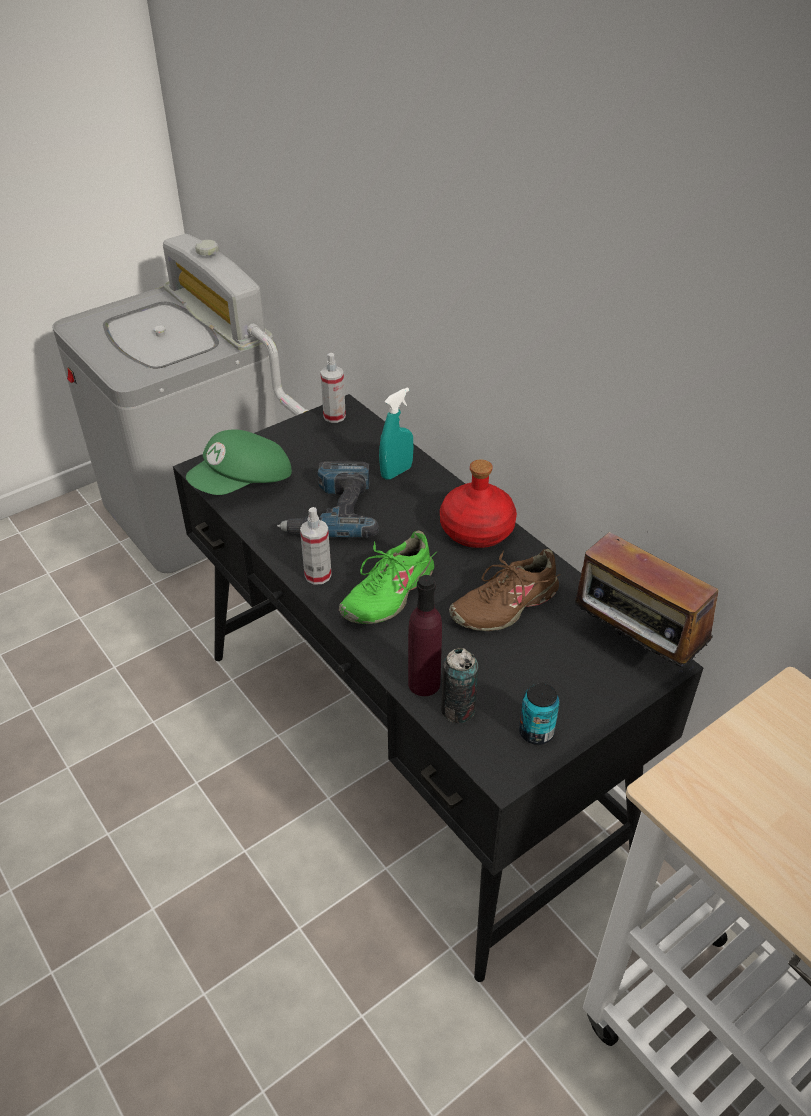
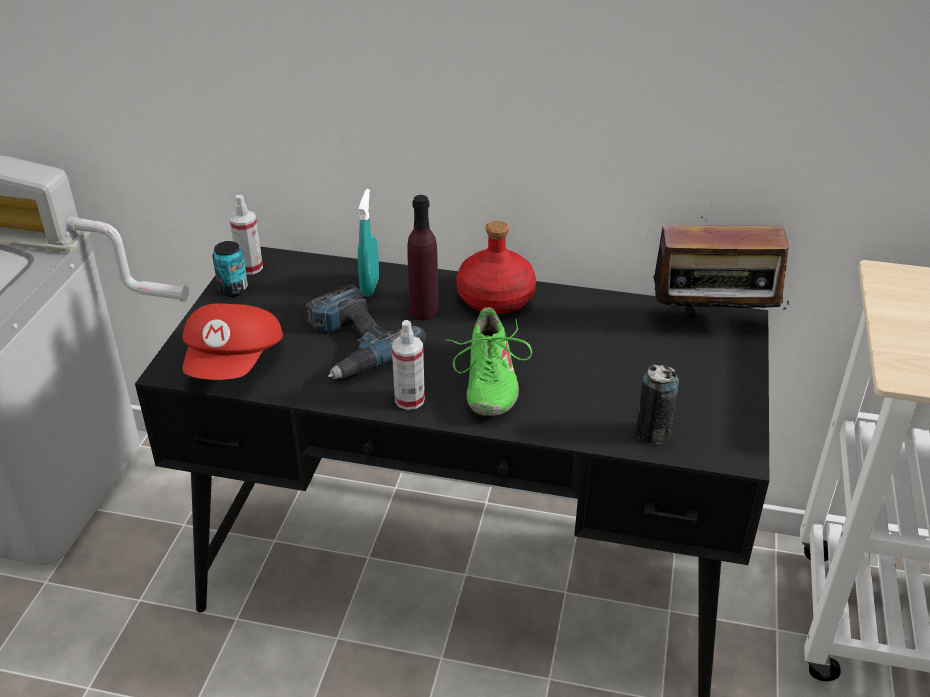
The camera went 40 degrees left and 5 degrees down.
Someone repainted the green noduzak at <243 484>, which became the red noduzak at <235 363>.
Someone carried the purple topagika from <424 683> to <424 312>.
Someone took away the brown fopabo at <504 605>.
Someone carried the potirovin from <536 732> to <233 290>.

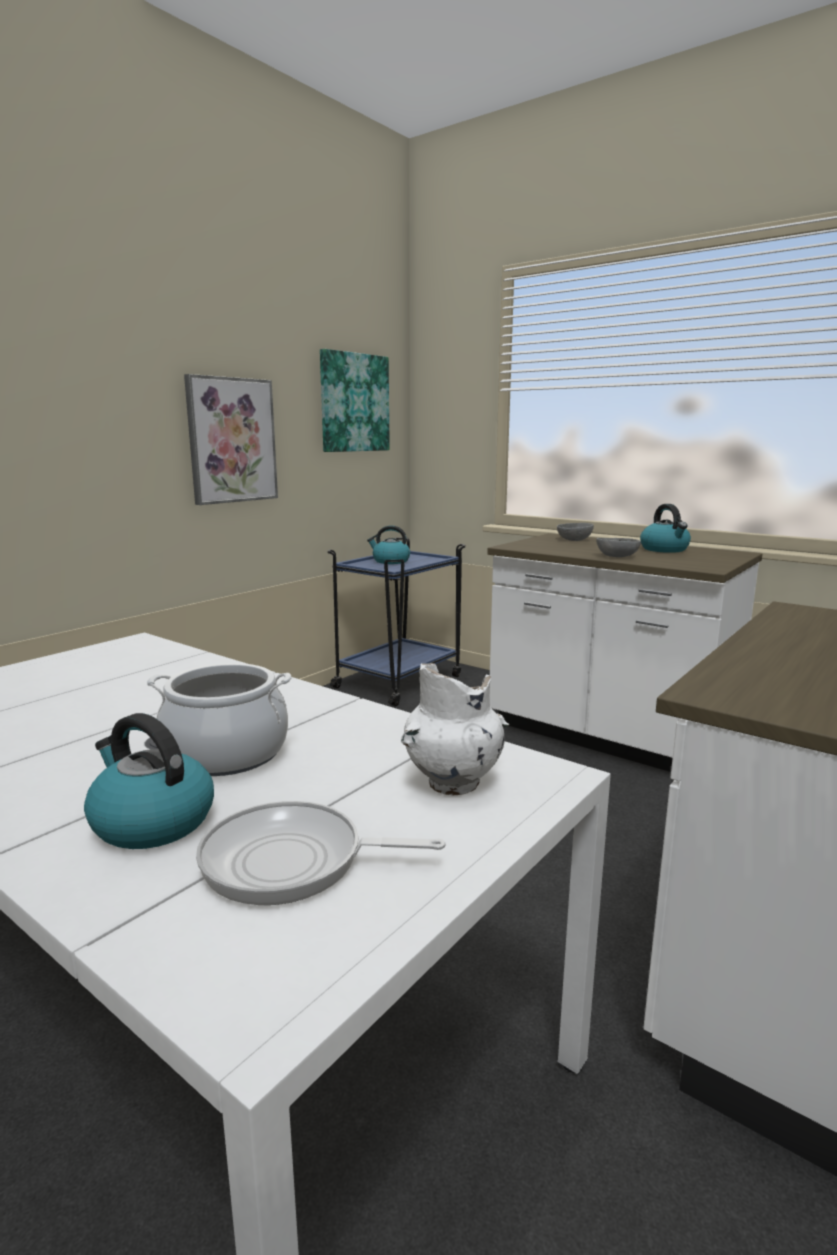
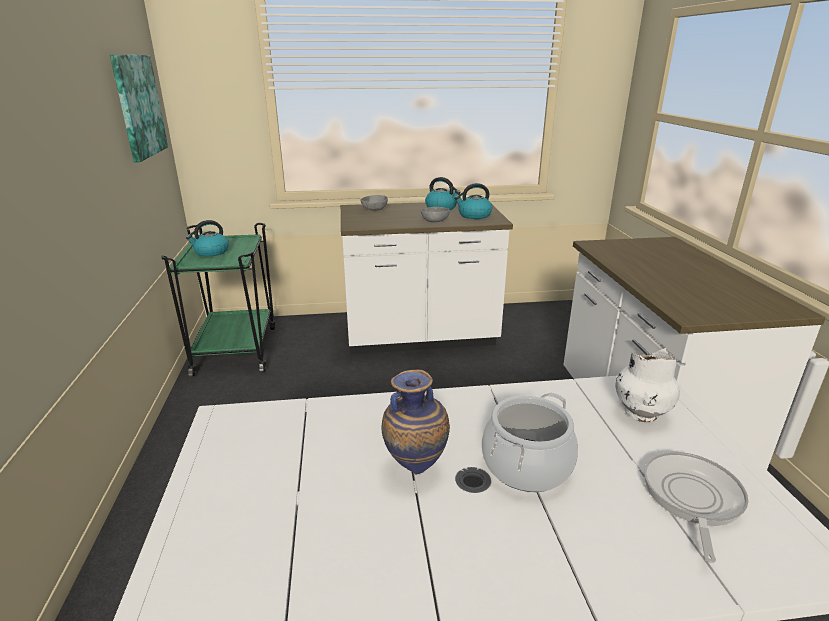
The camera went 45 degrees left and 10 degrees up.
Someone carried the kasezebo from <151 822> to <474 215>.
Someone took away the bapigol at <231 440>.
Someone rotated the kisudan at <292 862> by 150 degrees clockwise.
Someone repainted the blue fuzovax at <399 681>, which became the green fuzovax at <236 349>.
Someone put down the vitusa at <415 467>.

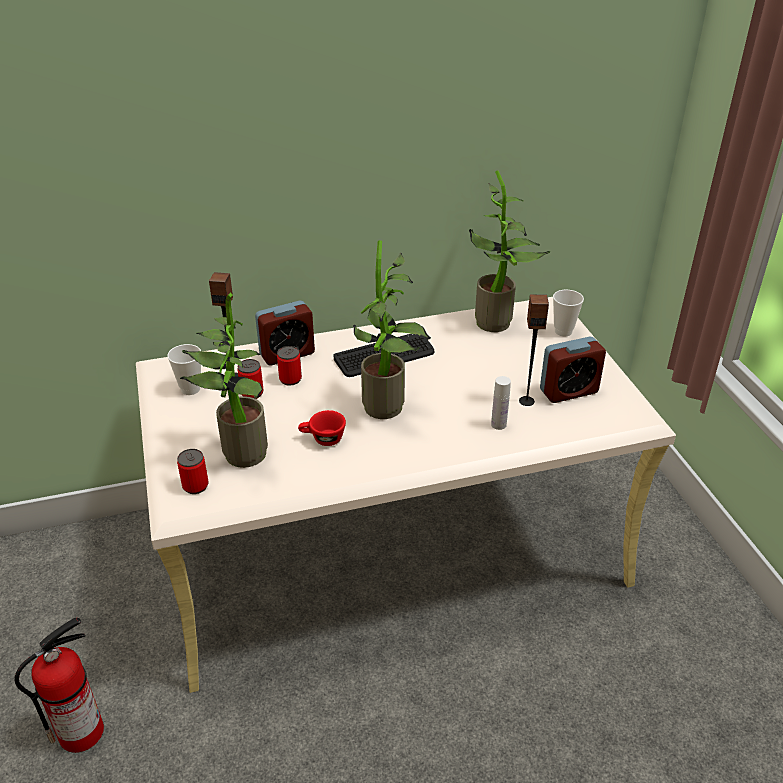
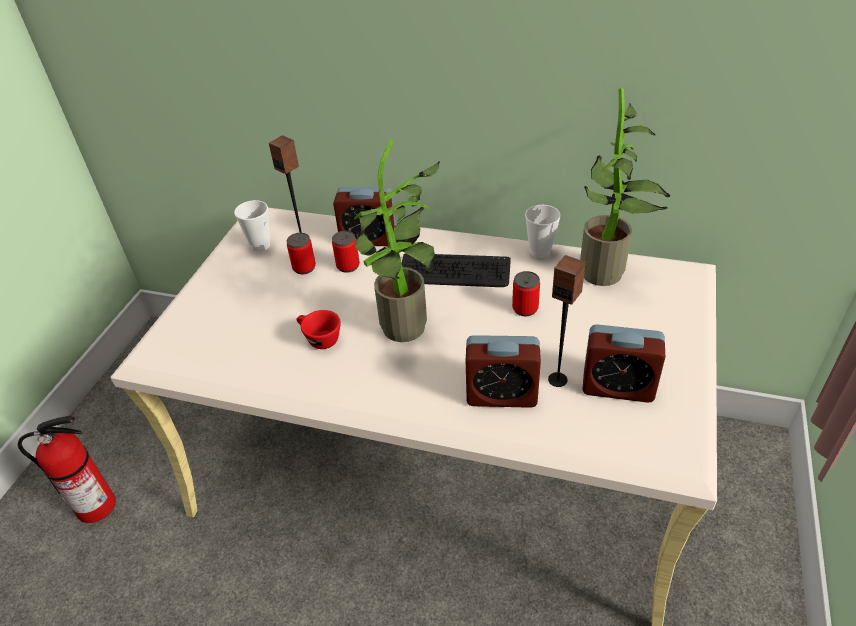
The camera went 35 degrees right and 5 degrees up.
Someone carried the potirovin from <195 486> to <525 308>.
Someone took away the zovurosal at <238 454>.
Someone swapped the white topagika at <498 424> for the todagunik at <501 395>.
Someone carried the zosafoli from <563 331> to <540 252>.

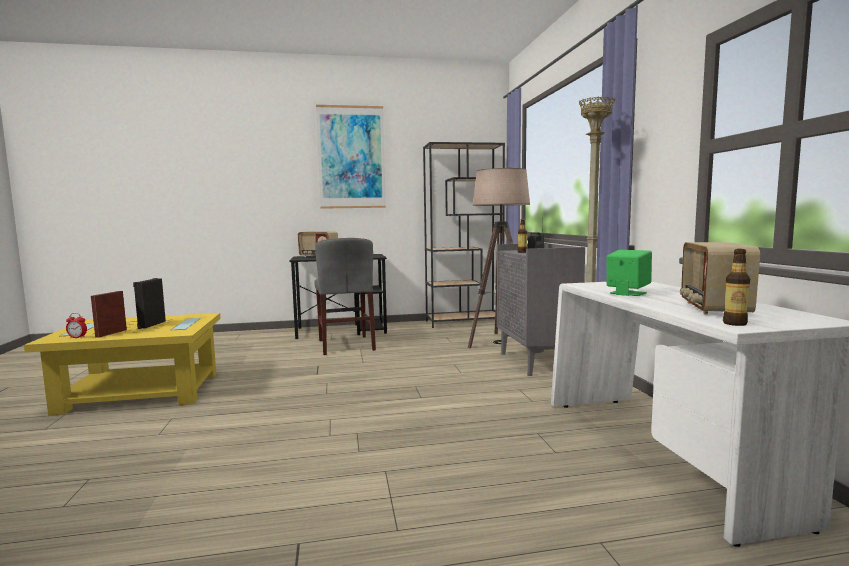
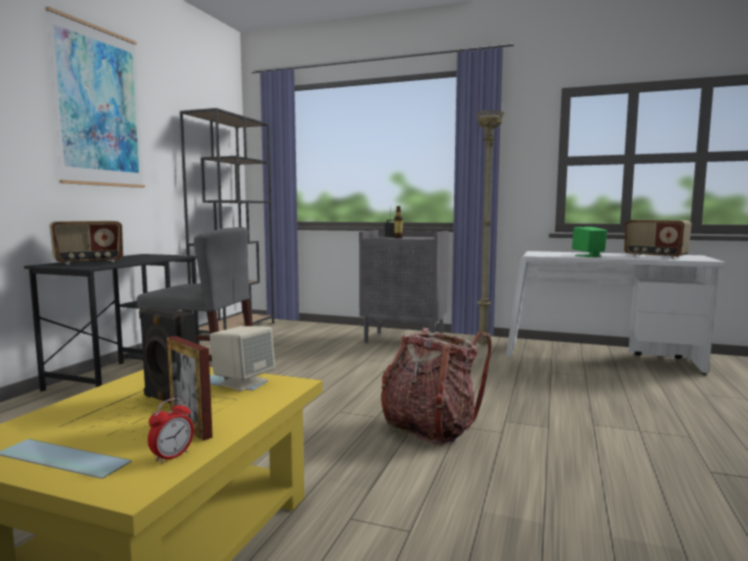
The camera went 60 degrees left and 0 degrees up.
Someone took away the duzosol at <500 342>.
Someone took away the topagika at <735 323>.
Someone put down the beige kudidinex at <243 382>.
Someone put down the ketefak at <430 427>.

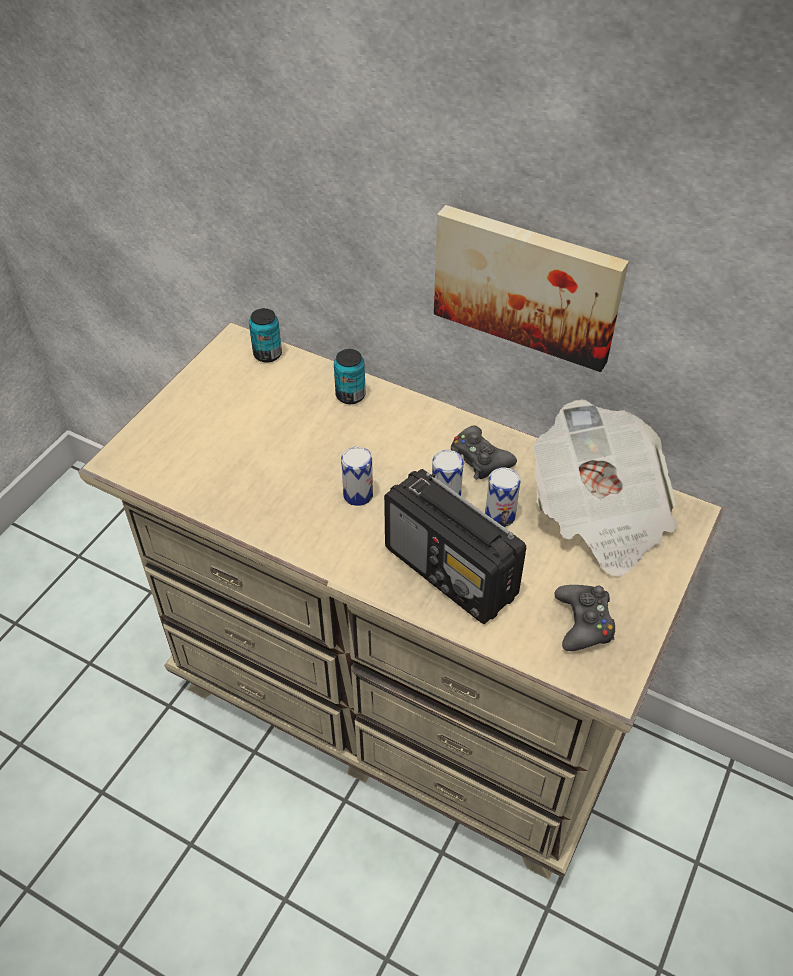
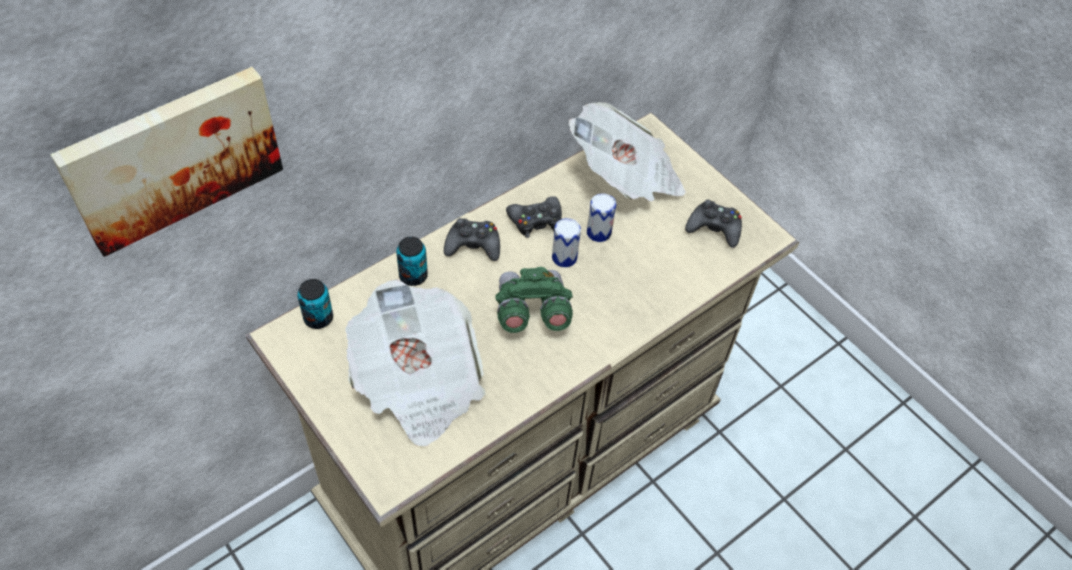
The camera went 70 degrees left and 5 degrees up.
Someone swapped the potirovin at <358 495> for the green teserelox at <531 312>.
Someone took away the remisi at <451 573>.
Someone carried the bapigol from <527 284> to <172 156>.
Someone put down the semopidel at <418 382>.
Someone put down the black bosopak at <473 245>.

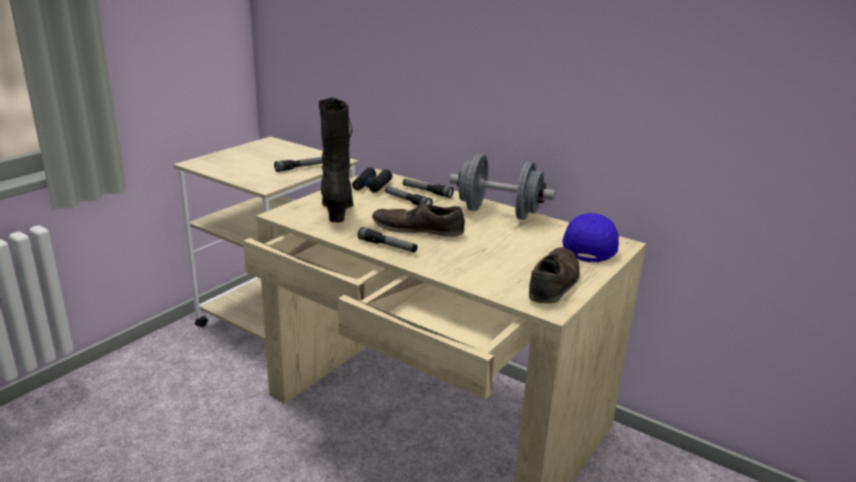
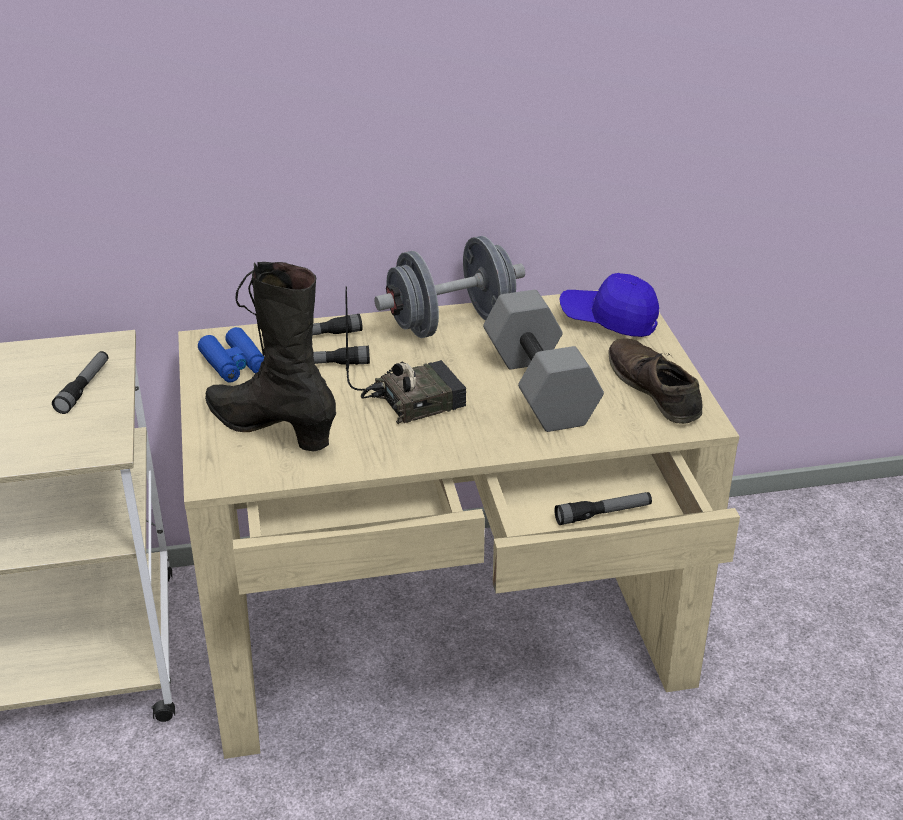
The camera went 45 degrees left and 10 degrees up.
Someone repainted the black teserelox at <372 186>, which became the blue teserelox at <234 364>.
Someone carried the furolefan from <387 246> to <603 514>.
Someone swapped the brown fopabo at <418 229> for the remisi at <414 400>.
Someone rotated the blue noduzak at <590 247> by 45 degrees counterclockwise.
Someone put down the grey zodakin at <542 387>.

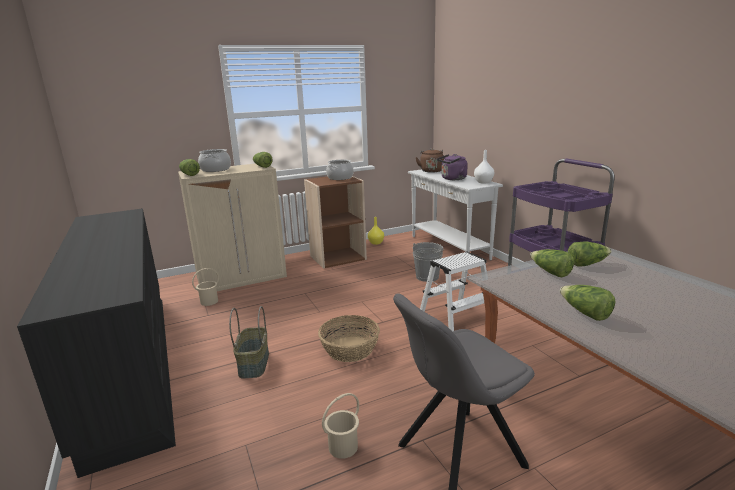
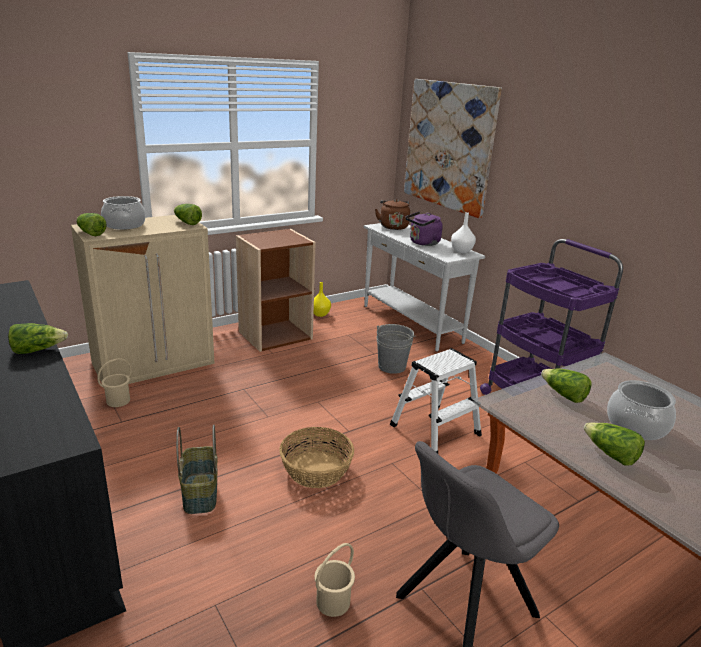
The camera went 10 degrees left and 5 degrees up.
Someone carried the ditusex from <340 178> to <637 426>.
Someone carried the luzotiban from <587 264> to <38 350>.
Someone put up the bapigol at <449 146>.

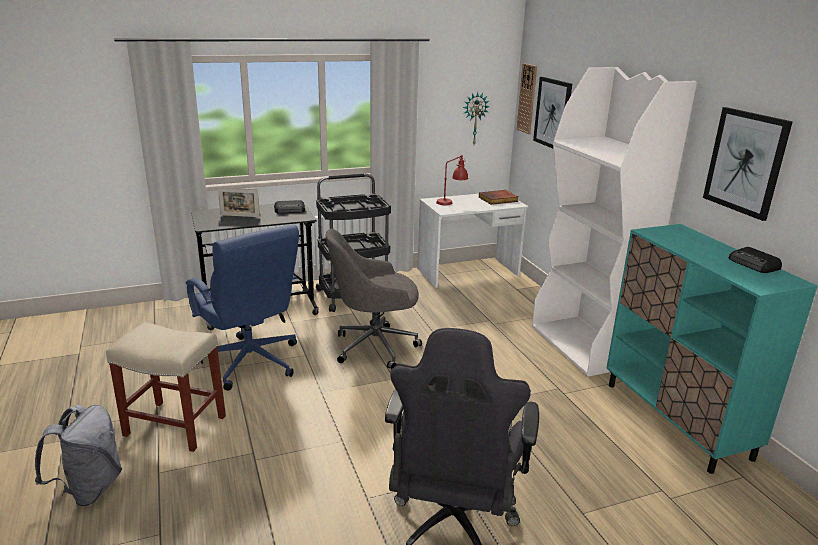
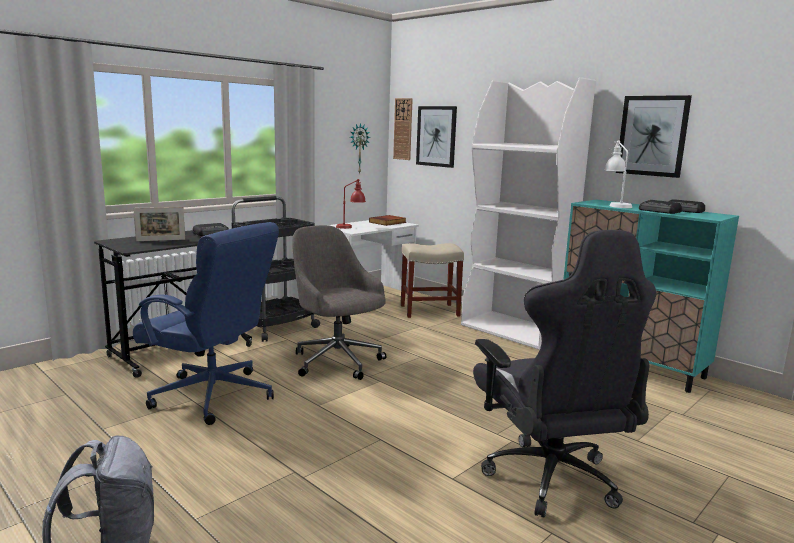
The camera went 25 degrees left and 10 degrees down.
Someone carried the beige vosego from <174 426> to <428 311>.
Someone rotated the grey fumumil at <374 347> by 90 degrees clockwise.
Someone put down the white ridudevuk at <615 205>.
Someone put down the remisi at <659 211>.

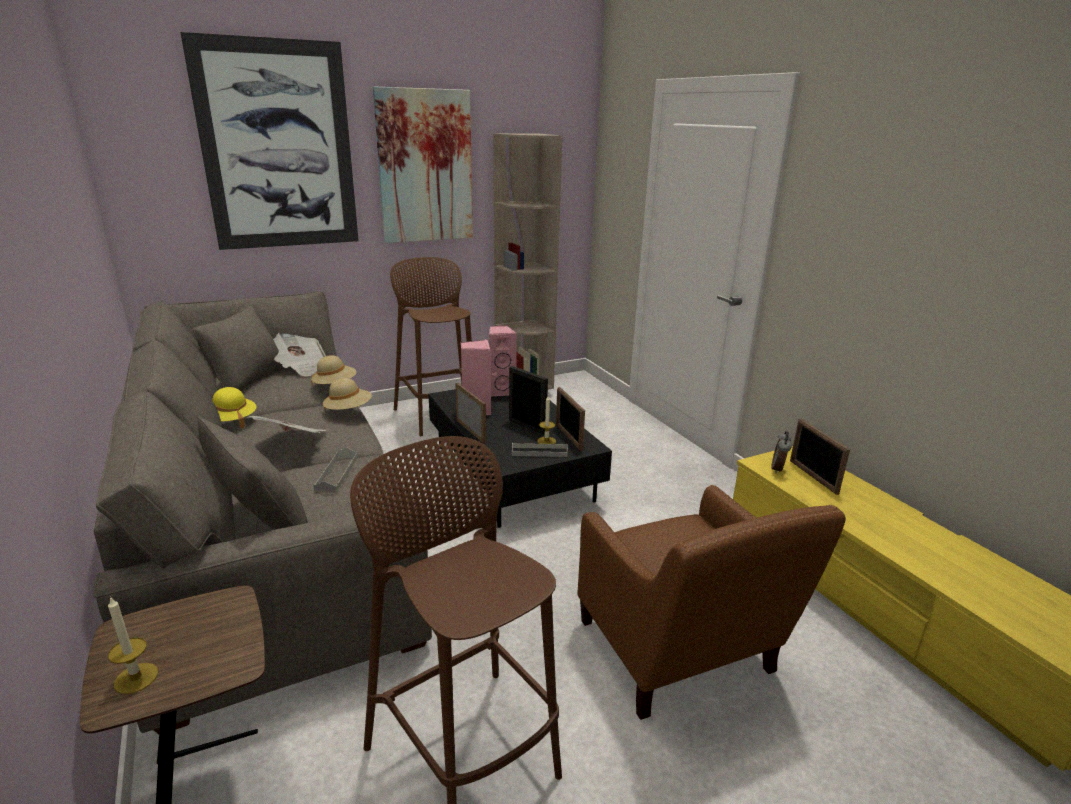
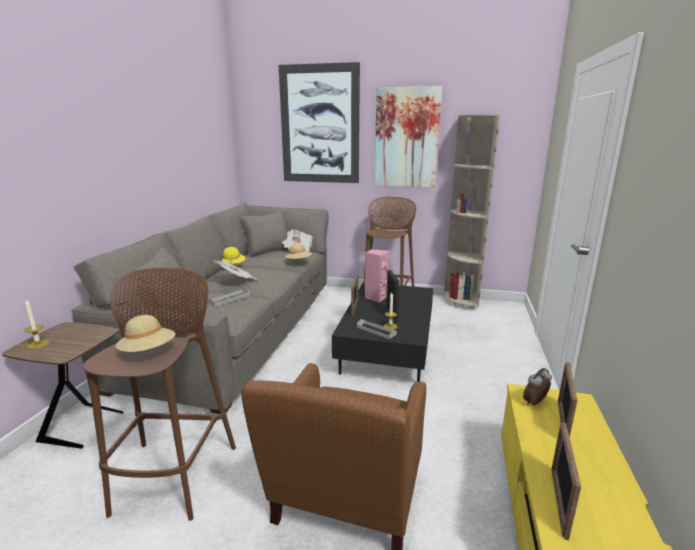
The camera went 40 degrees right and 5 degrees down.
Someone carried the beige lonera from <348 410> to <148 351>.
Someone took away the pink kudidinex at <501 391>.
Someone carried the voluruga from <568 437> to <559 501>.

